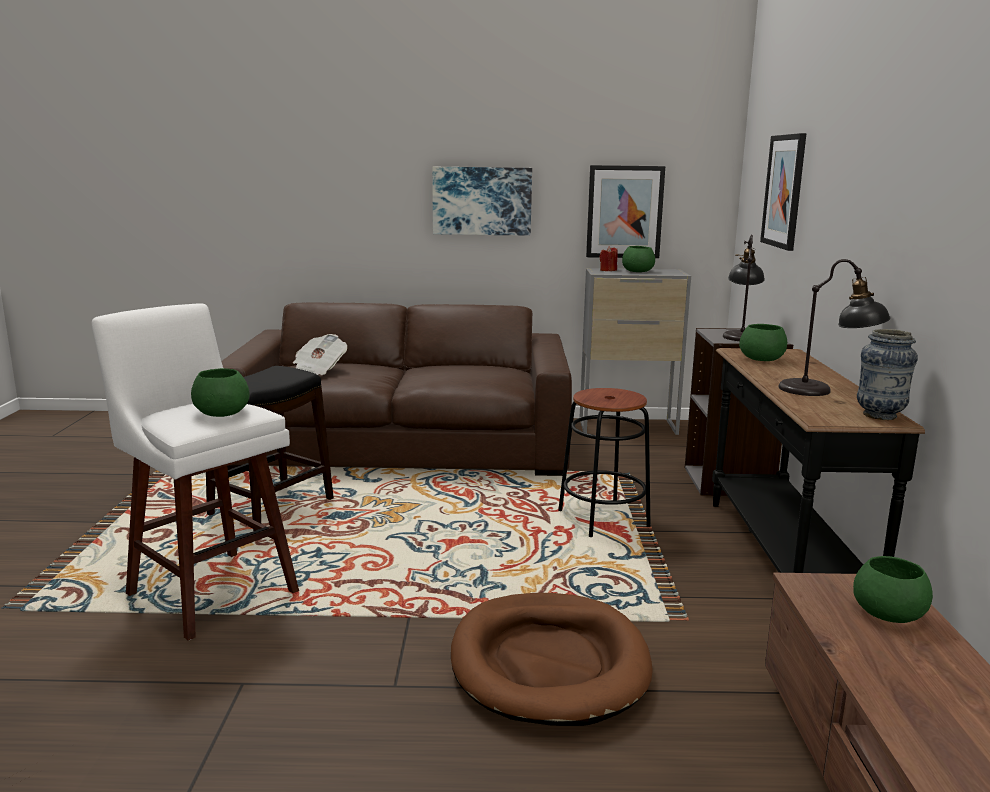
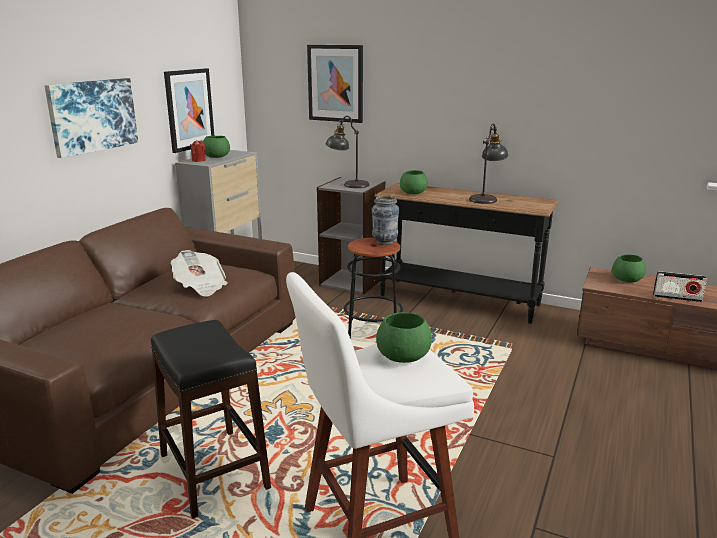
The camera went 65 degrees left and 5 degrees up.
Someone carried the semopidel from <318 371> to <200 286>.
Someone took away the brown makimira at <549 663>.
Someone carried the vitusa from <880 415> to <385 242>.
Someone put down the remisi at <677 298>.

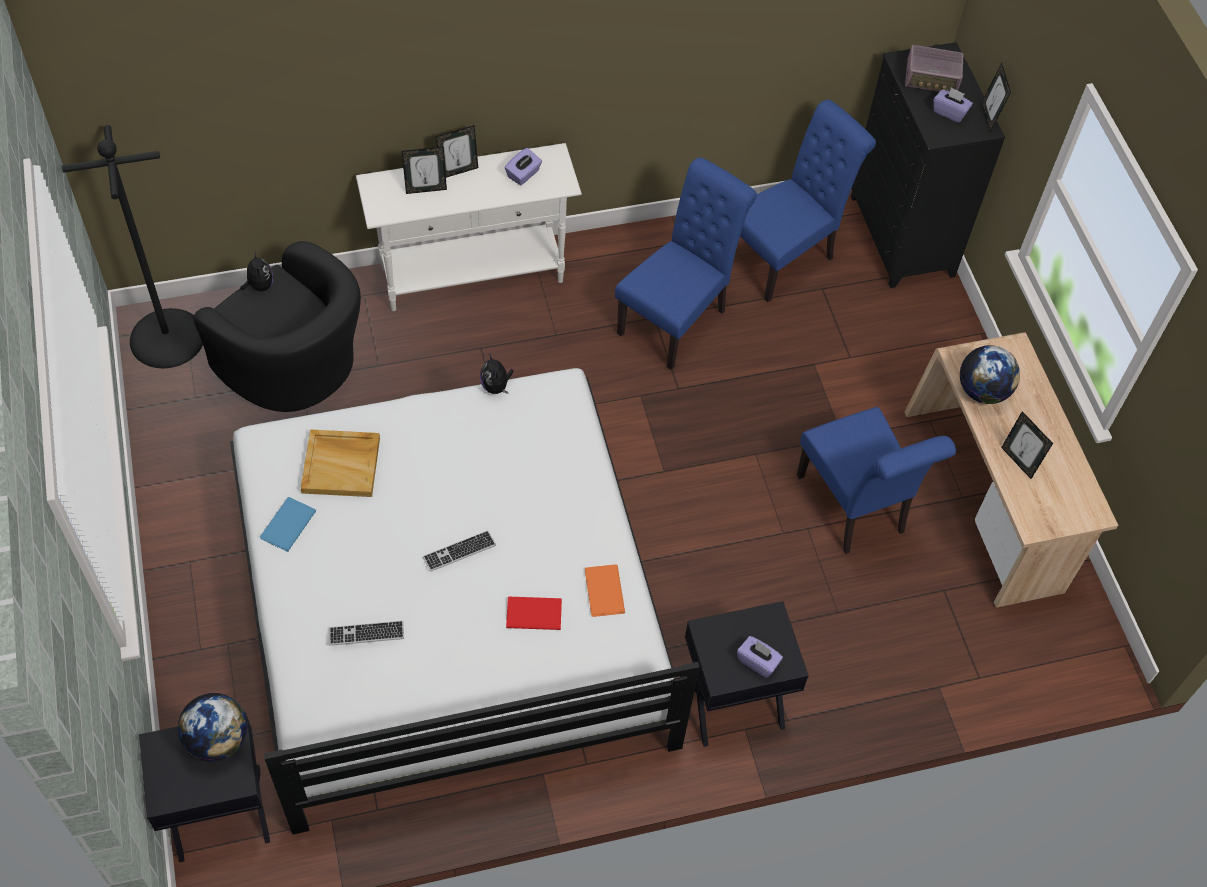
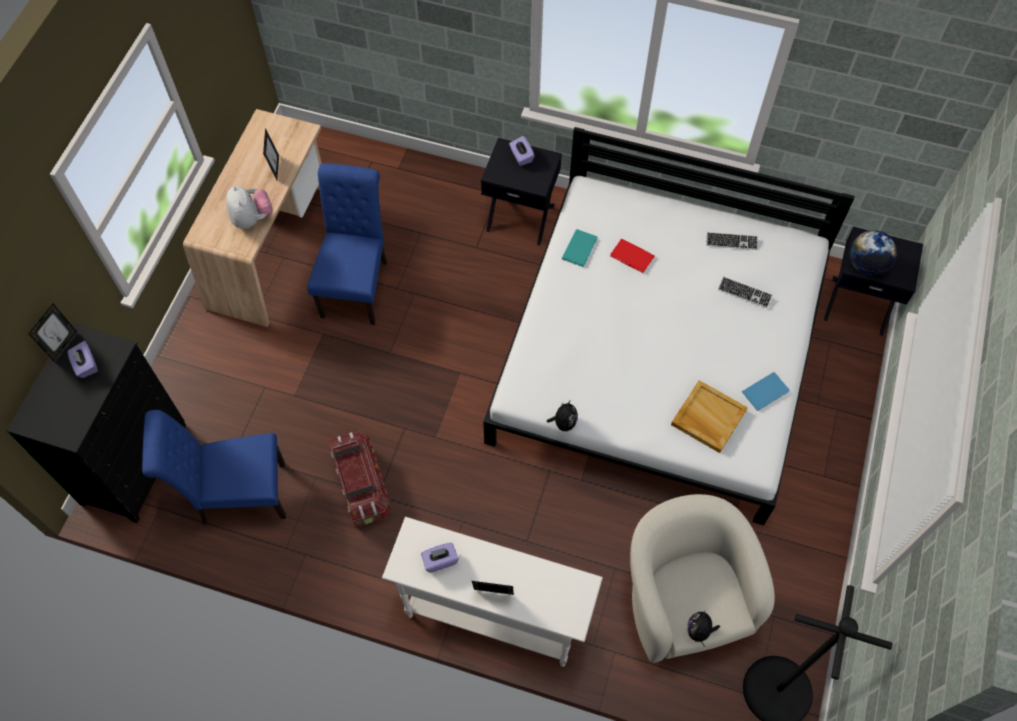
The camera went 145 degrees left and 5 degrees up.
Someone repainted the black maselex at <295 370>, which became the beige maselex at <683 599>.
Someone took away the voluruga at <426 189>.
Someone carried the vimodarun from <459 552> to <731 242>.
Someone repainted the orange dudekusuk at <603 592>, which became the turquoise dudekusuk at <581 248>.
Someone swapped the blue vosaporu at <677 318> for the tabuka at <362 485>.
Someone took away the remisi at <932 79>.
Someone swapped the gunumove at <983 391> for the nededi at <252 218>.

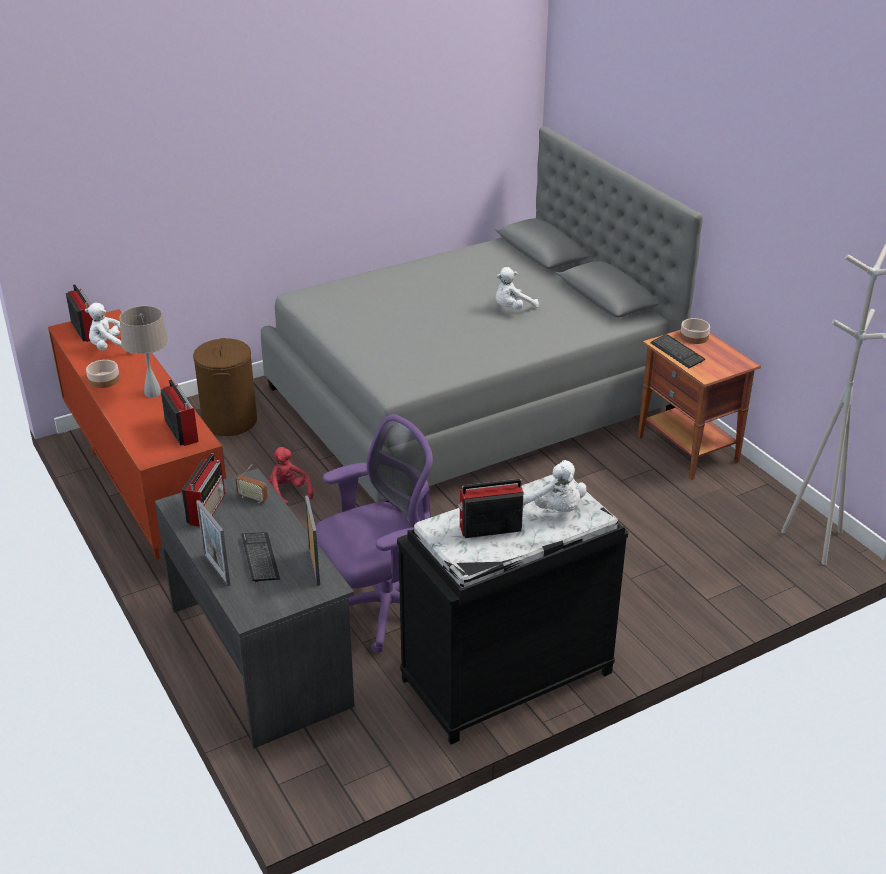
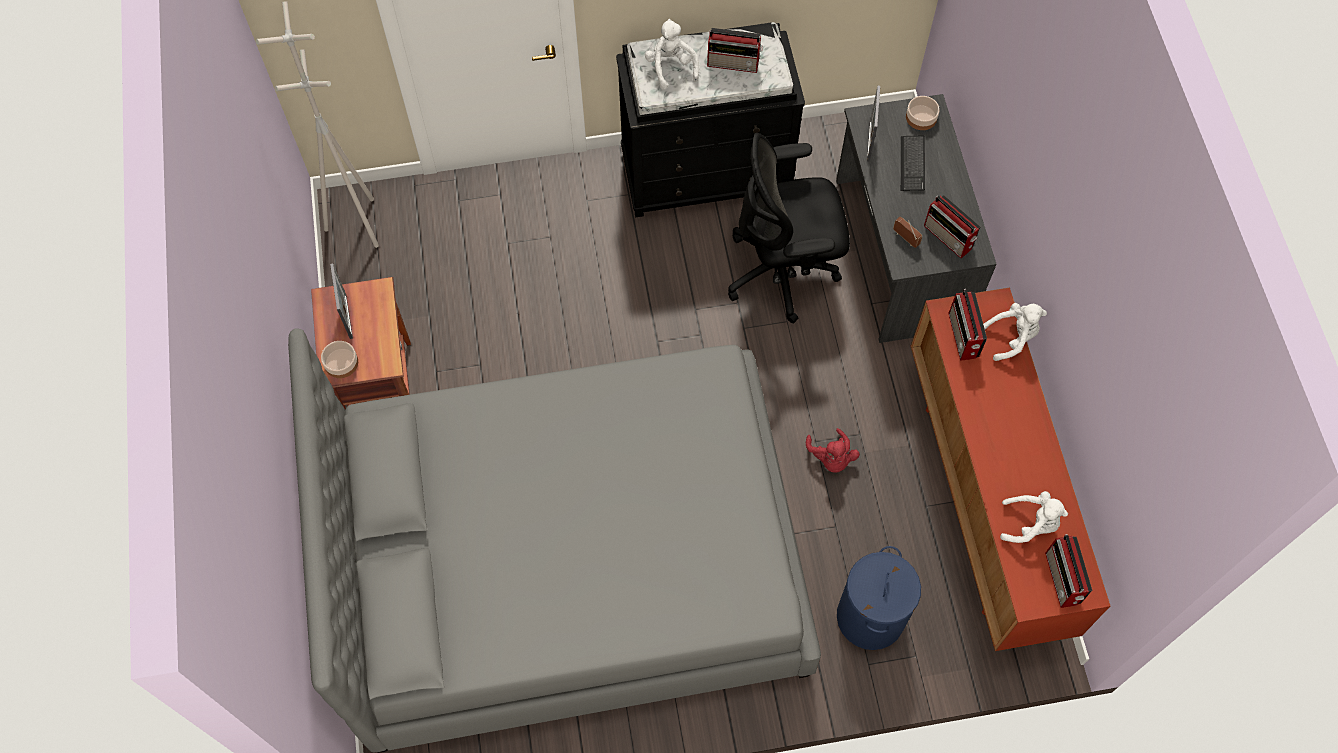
The camera went 160 degrees left and 30 degrees up.
Someone carried the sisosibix from <103 380> to <921 117>.
Someone took away the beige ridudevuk at <152 393>.
Someone rotated the remisi at <207 508> by 75 degrees counterclockwise.
Someone repainted the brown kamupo at <229 421>, which became the blue kamupo at <870 617>.
Someone carried the voluruga from <216 569> to <348 316>.
Someone repainted the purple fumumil at <379 612>, which became the black fumumil at <786 267>.
Someone carried the white nededi from <512 308> to <1012 337>.
Someone took away the vimodarun at <677 352>.

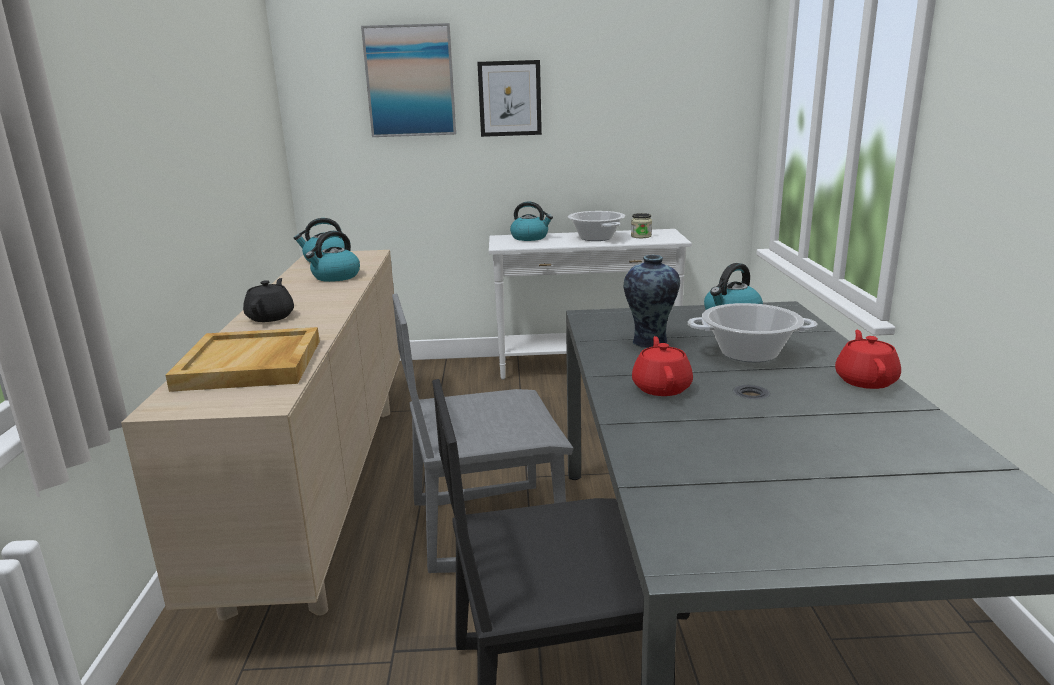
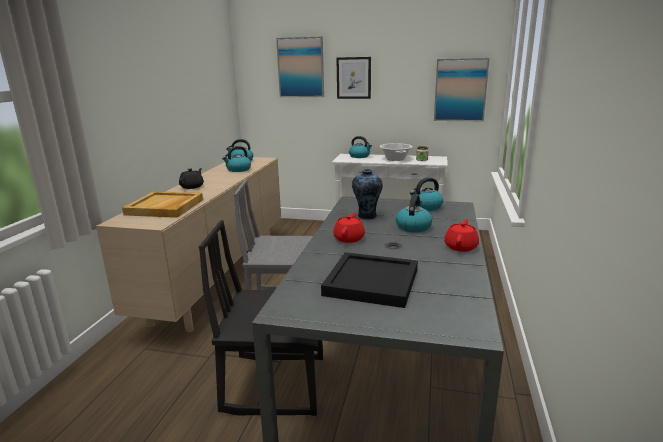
The camera went 15 degrees right and 0 degrees up.
Someone swapped the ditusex at <749 353> for the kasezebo at <413 227>.
Someone put down the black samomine at <372 282>.
Someone put up the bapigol at <460 90>.

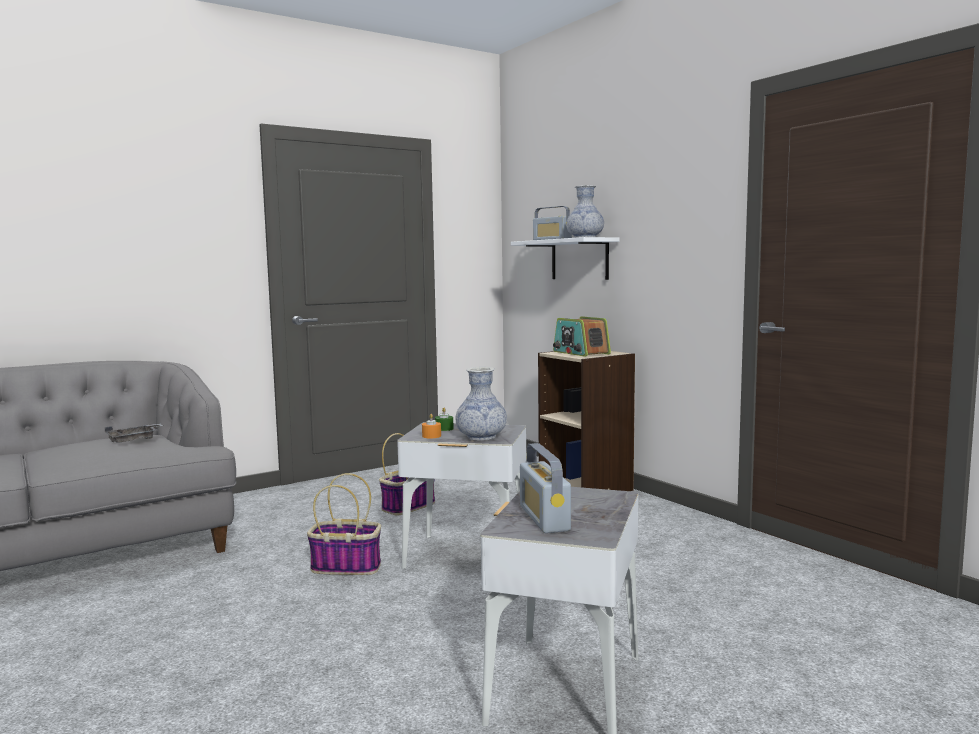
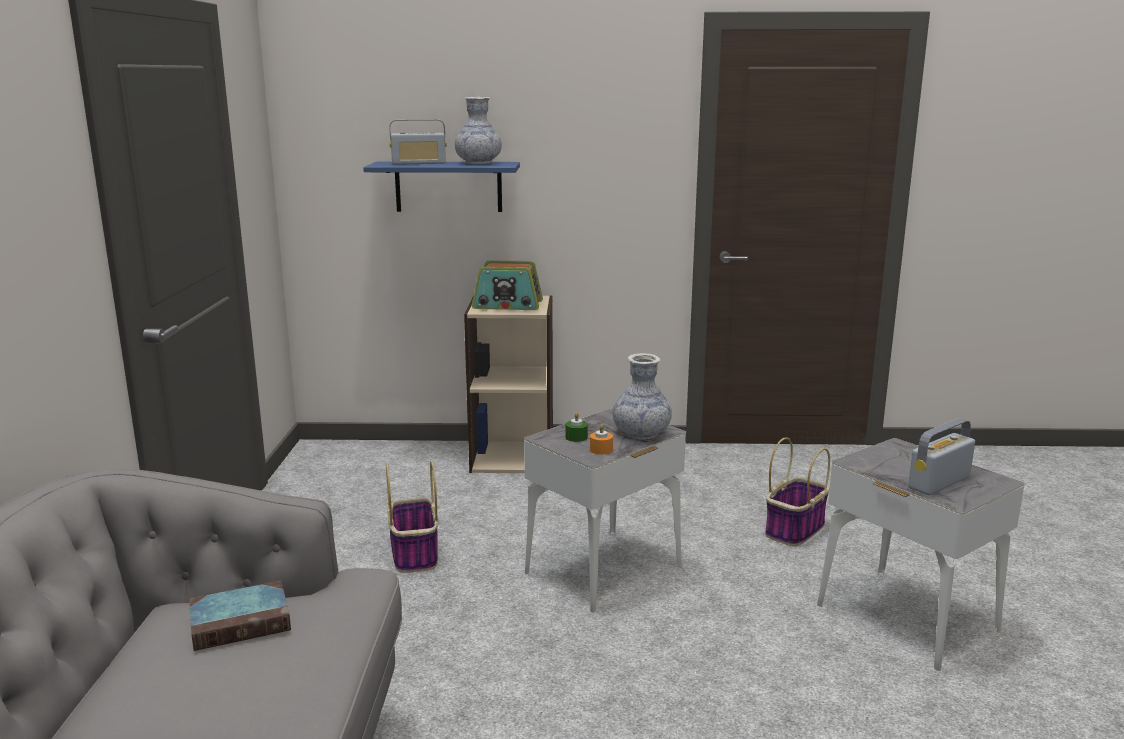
The camera went 55 degrees left and 10 degrees up.
Someone swapped the grey samomine at <134 440> for the dudekusuk at <243 622>.
Someone carried the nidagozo from <347 567> to <795 529>.
Someone repainted the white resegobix at <579 259>, which became the blue resegobix at <448 186>.
Someone rotated the remisi at <544 518> by 120 degrees clockwise.

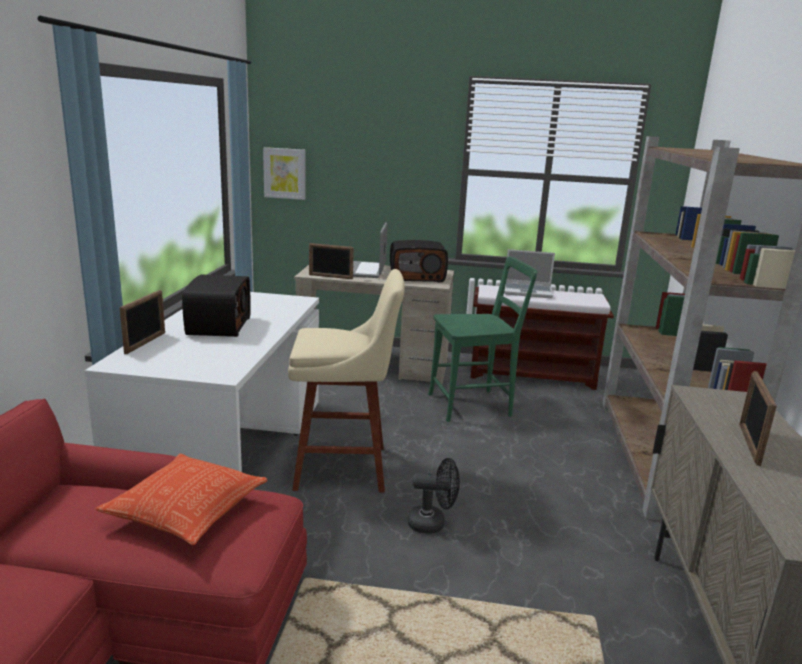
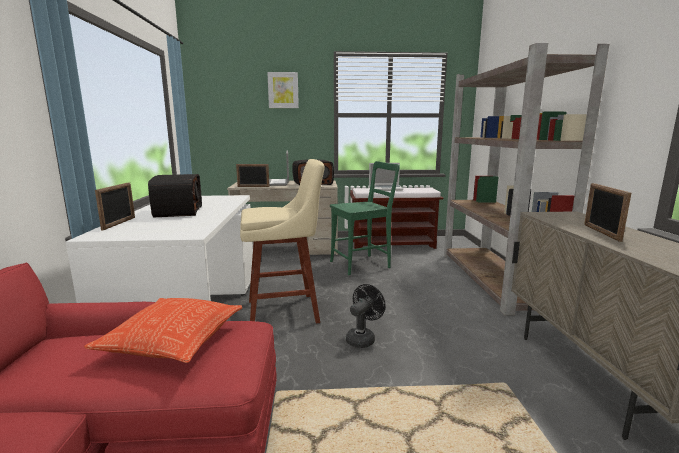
The camera went 10 degrees left and 5 degrees down.
Someone carried the bapigol from <285 173> to <283 90>.
Someone rotated the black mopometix at <432 523> by 45 degrees counterclockwise.

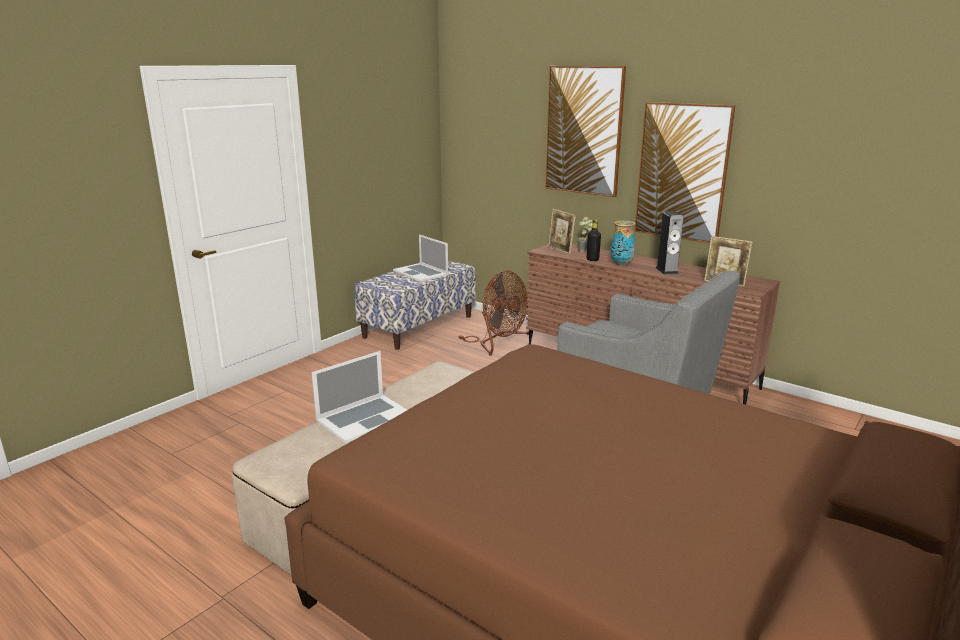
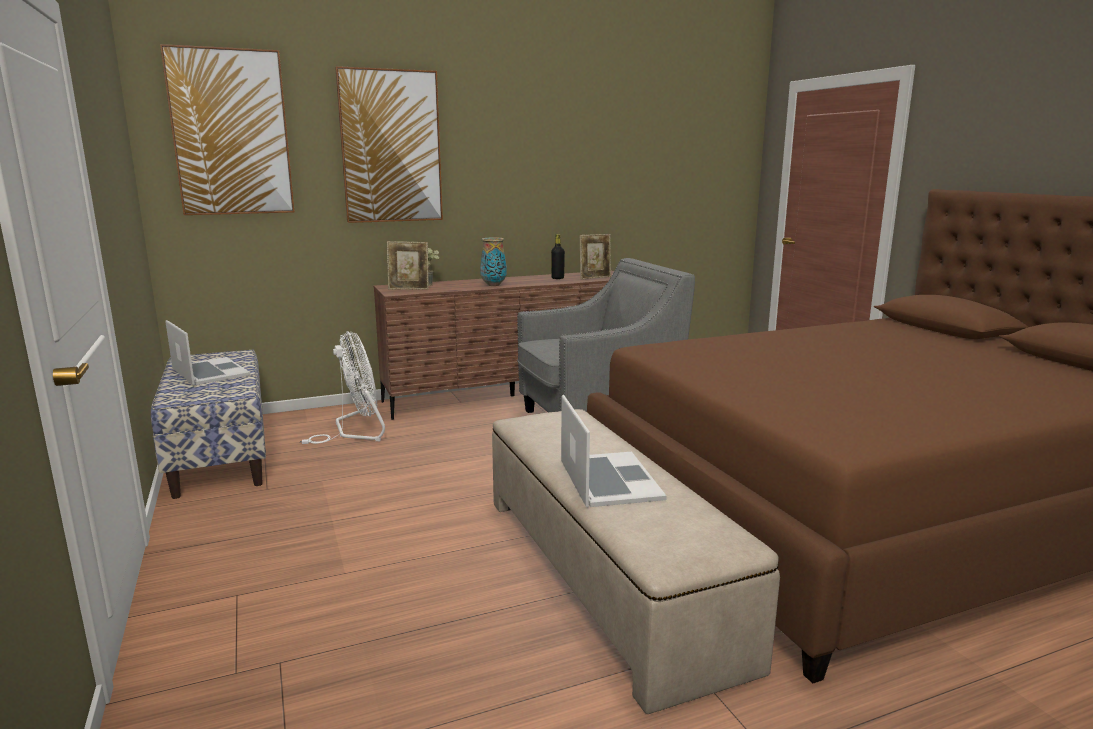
The camera went 60 degrees left and 5 degrees down.
Someone rotated the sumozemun at <421 272> by 120 degrees counterclockwise.
Someone repainted the brown mopometix at <497 342>, which became the white mopometix at <353 429>.
Someone carried the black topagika from <592 259> to <557 278>.
Someone carried the bapigol from <682 172> to <231 133>.
Someone took away the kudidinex at <667 270>.

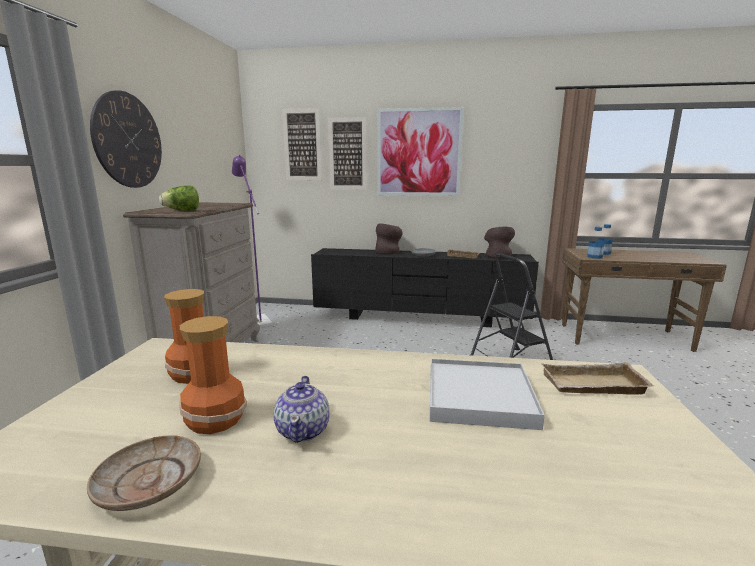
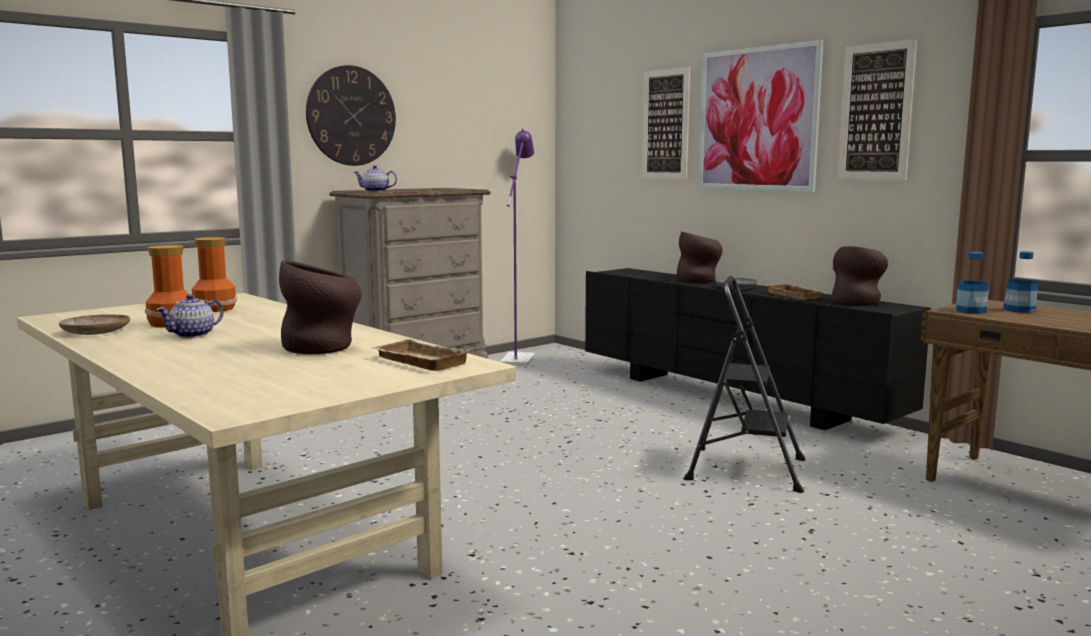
The camera went 40 degrees right and 5 degrees down.
Someone swapped the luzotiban at <182 211> for the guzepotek at <376 191>.
Someone carried the bapigol from <302 145> to <875 112>.
Someone swapped the white samomine at <479 396> for the brown vitusa at <324 347>.

